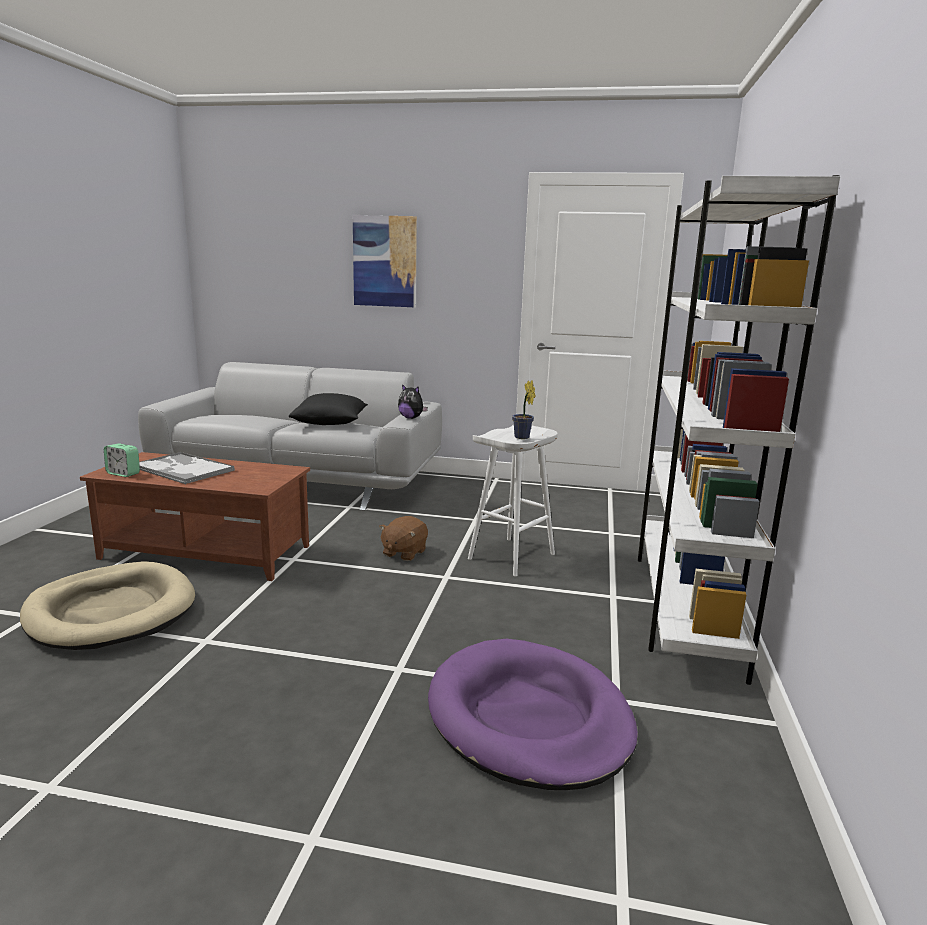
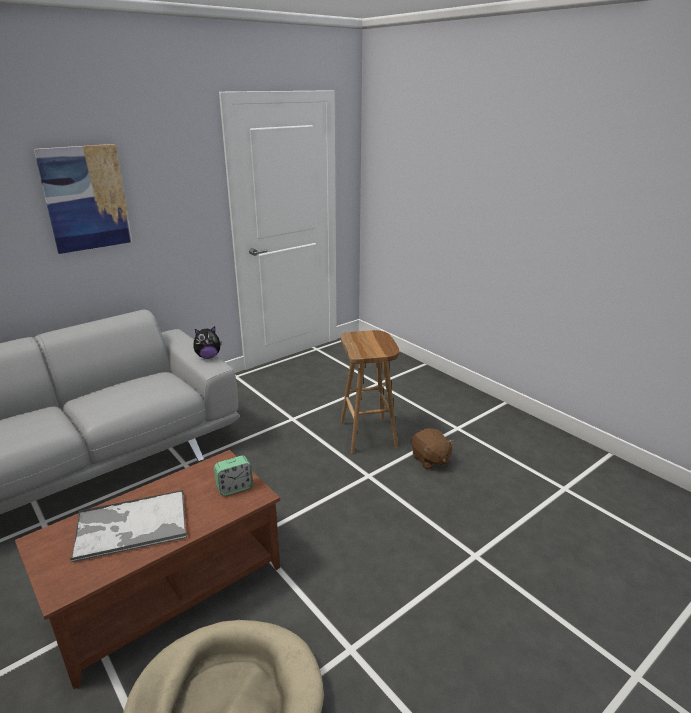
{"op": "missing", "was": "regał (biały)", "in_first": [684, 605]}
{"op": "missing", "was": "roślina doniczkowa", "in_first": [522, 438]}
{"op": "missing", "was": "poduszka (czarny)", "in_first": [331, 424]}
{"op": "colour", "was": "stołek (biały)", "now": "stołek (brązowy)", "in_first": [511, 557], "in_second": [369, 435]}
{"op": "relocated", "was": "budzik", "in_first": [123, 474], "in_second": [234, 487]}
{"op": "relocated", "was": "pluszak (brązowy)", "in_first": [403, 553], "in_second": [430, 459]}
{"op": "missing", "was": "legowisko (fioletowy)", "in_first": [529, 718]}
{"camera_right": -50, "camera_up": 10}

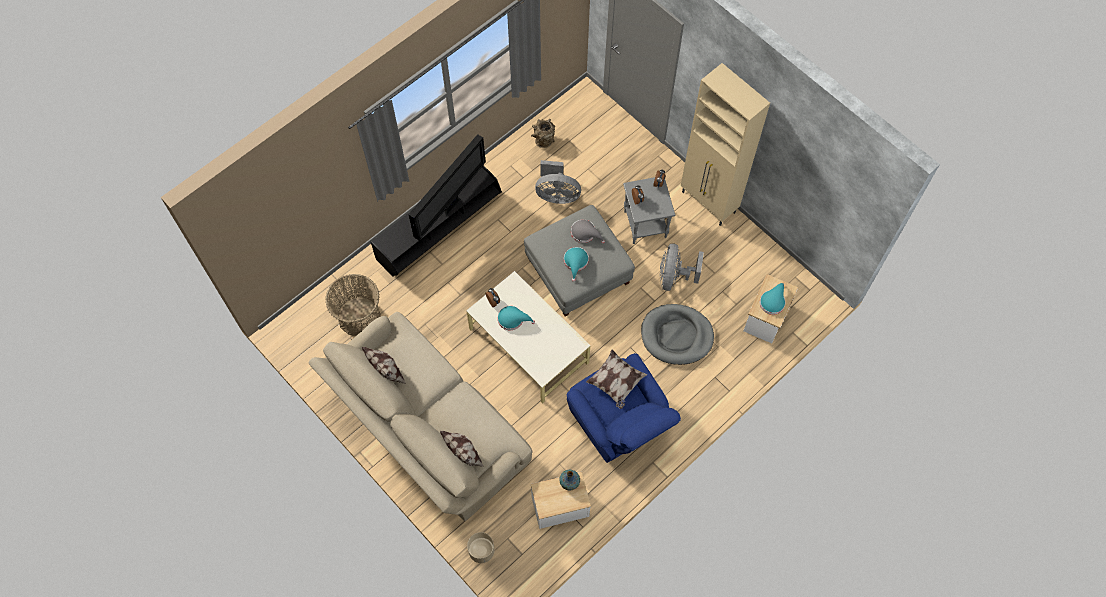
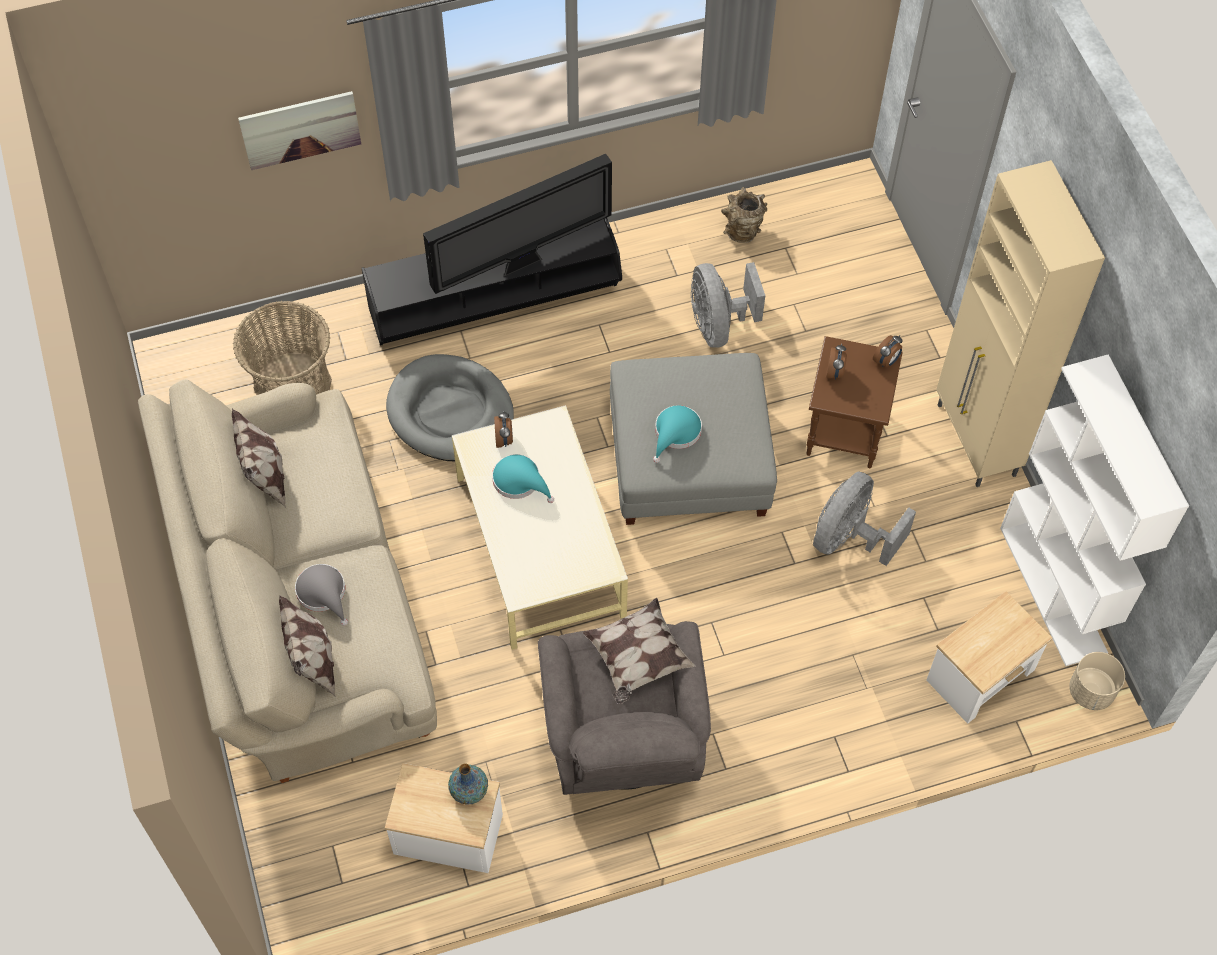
{"op": "spun", "was": "wentylator (szary)", "in_first": [557, 195], "in_second": [718, 325], "clockwise": 45}
{"op": "colour", "was": "stolik (szary)", "now": "stolik (brązowy)", "in_first": [644, 224], "in_second": [843, 430]}
{"op": "relocated", "was": "kapelusz (szary)", "in_first": [585, 233], "in_second": [323, 593]}
{"op": "missing", "was": "kapelusz (turkusowy)", "in_first": [772, 301]}
{"op": "relocated", "was": "legowisko (szary)", "in_first": [676, 336], "in_second": [450, 412]}
{"op": "colour", "was": "fotel (niebieski)", "now": "fotel (szary)", "in_first": [620, 424], "in_second": [624, 743]}
{"op": "relocated", "was": "donica (beżowy)", "in_first": [481, 551], "in_second": [1090, 691]}
{"op": "appeared", "now": "obraz", "in_second": [300, 129]}
{"op": "appeared", "now": "regał (biały)", "in_second": [1054, 590]}
{"camera_right": 25, "camera_up": -5}

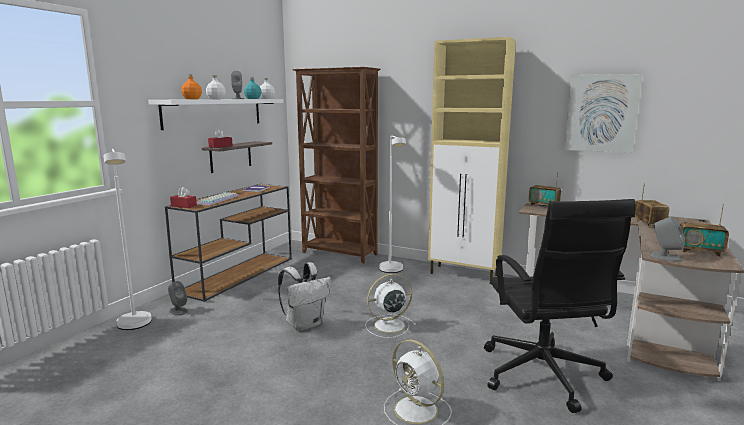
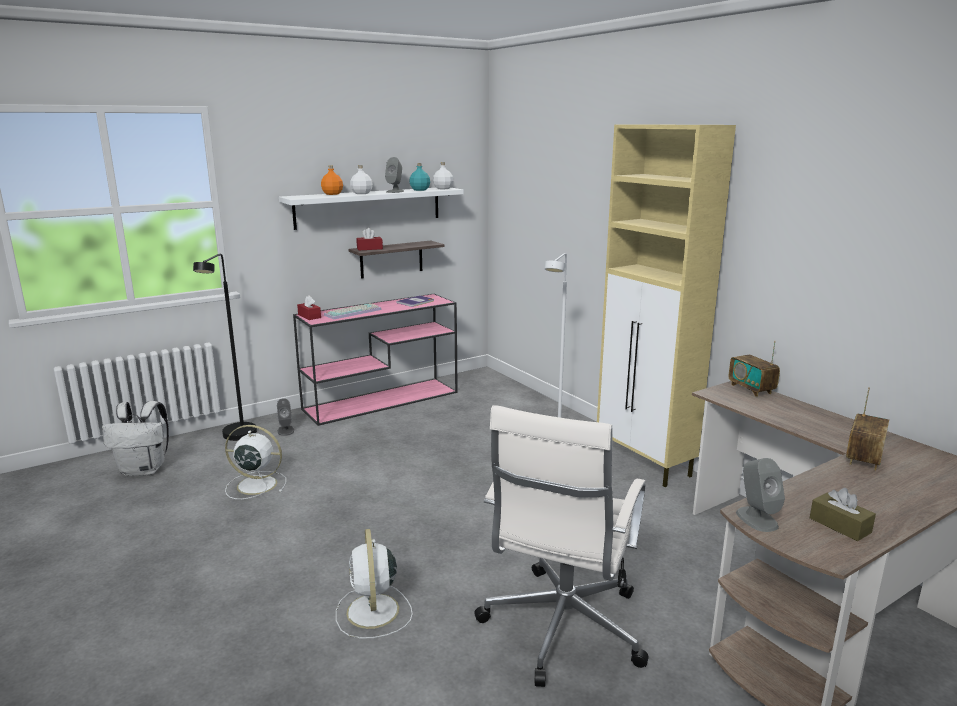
{"op": "missing", "was": "regał (brązowy)", "in_first": [339, 254]}
{"op": "missing", "was": "obraz", "in_first": [601, 113]}
{"op": "colour", "was": "lampa stojąca (biały)", "now": "lampa stojąca (czarny)", "in_first": [135, 326], "in_second": [236, 437]}
{"op": "colour", "was": "stolik konsolowy (brązowy)", "now": "stolik konsolowy (różowy)", "in_first": [239, 274], "in_second": [383, 400]}
{"op": "colour", "was": "krzesło biurowe (czarny)", "now": "krzesło biurowe (biały)", "in_first": [542, 376], "in_second": [561, 629]}
{"op": "exchanged", "was": "radio", "now": "pudełko chusteczek (brązowy)", "in_first": [699, 251], "in_second": [840, 525]}
{"op": "relocated", "was": "plecak (biały)", "in_first": [305, 324], "in_second": [144, 470]}
{"op": "relocated", "was": "wentylator (biały)", "in_first": [388, 326], "in_second": [255, 485]}
{"camera_right": 30, "camera_up": 5}

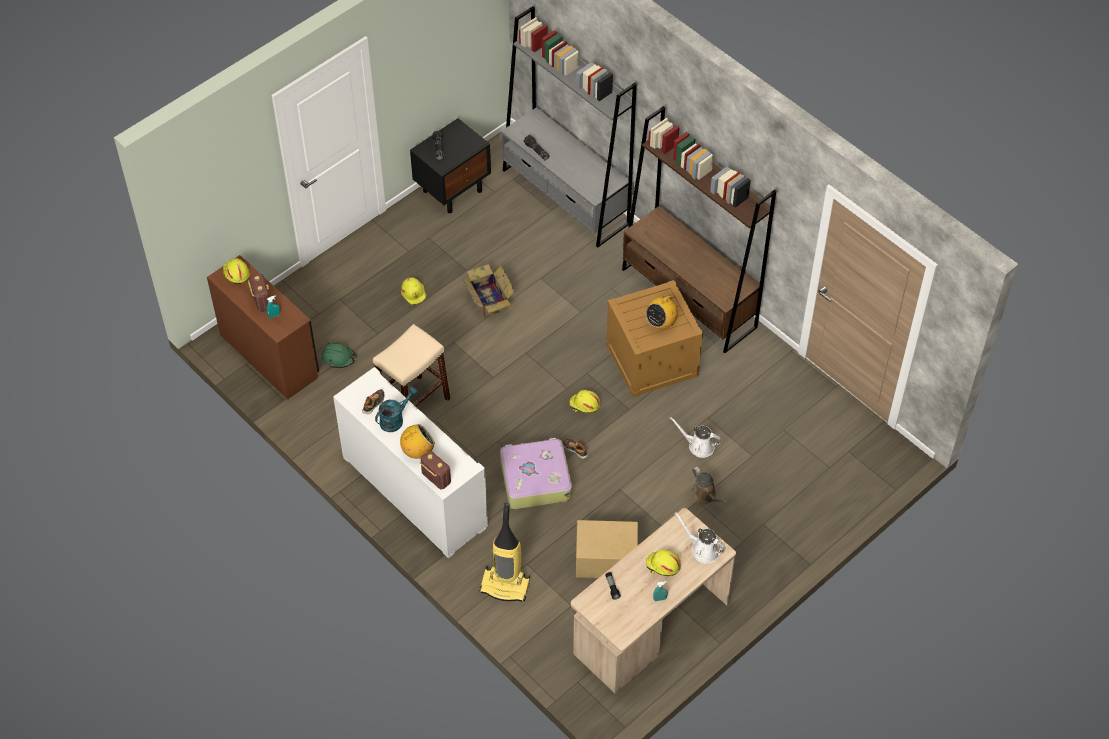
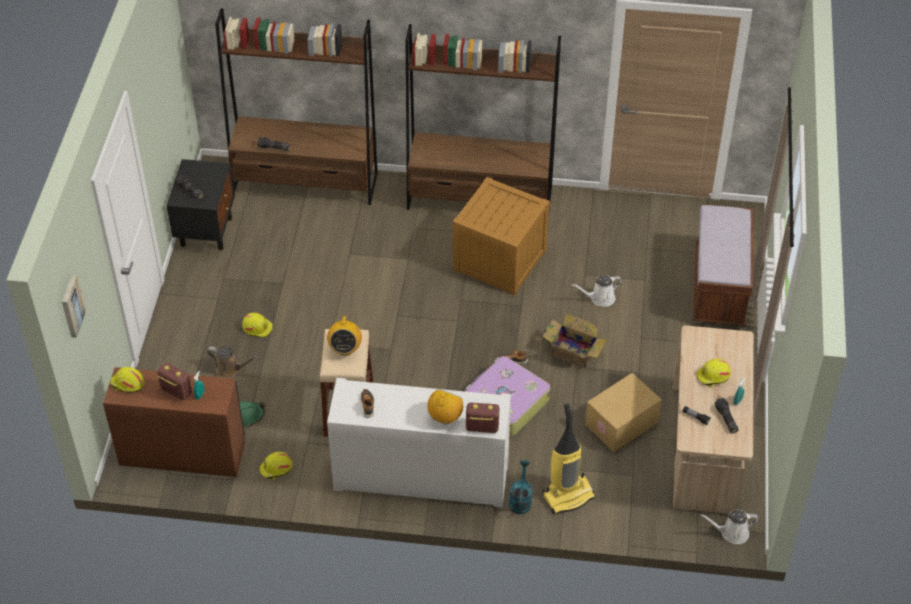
{"op": "colour", "was": "regał (szary)", "now": "regał (brązowy)", "in_first": [565, 197], "in_second": [305, 183]}
{"op": "relocated", "was": "karton", "in_first": [489, 298], "in_second": [571, 350]}
{"op": "relocated", "was": "radio", "in_first": [661, 323], "in_second": [345, 349]}
{"op": "relocated", "was": "konewka (turkusowy)", "in_first": [395, 419], "in_second": [520, 499]}
{"op": "relocated", "was": "kask (żółty)", "in_first": [584, 405], "in_second": [276, 469]}
{"op": "relocated", "was": "konewka (brązowy)", "in_first": [705, 495], "in_second": [230, 369]}
{"op": "relocated", "was": "konewka (biały)", "in_first": [702, 549], "in_second": [731, 533]}
{"op": "appeared", "now": "ławka (brązowy)", "in_second": [719, 288]}
{"op": "appeared", "now": "obraz", "in_second": [71, 306]}
{"op": "appeared", "now": "latarka", "in_second": [725, 419]}
{"camera_right": -40, "camera_up": -5}

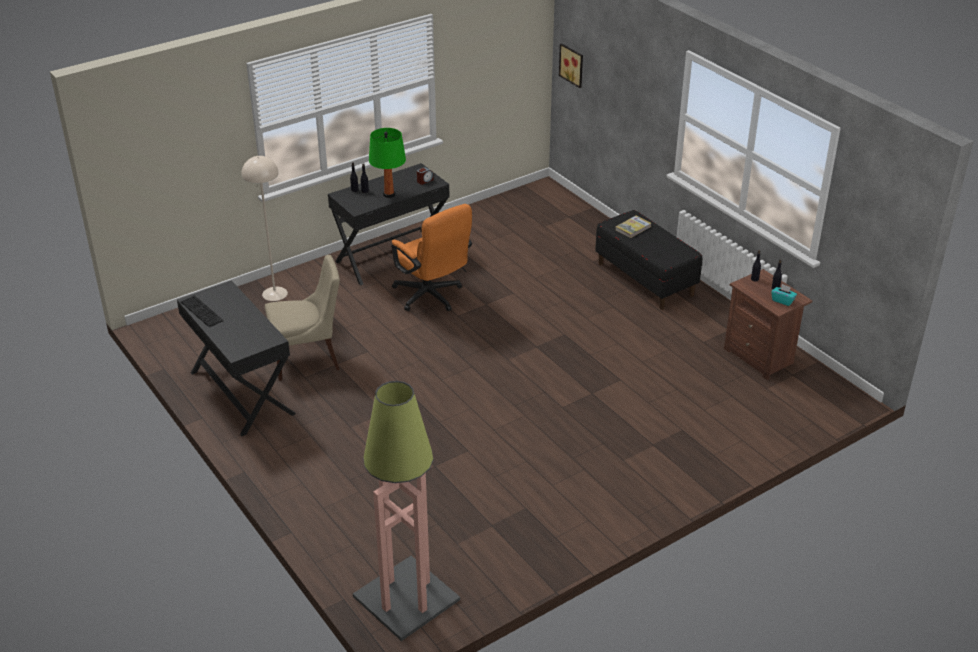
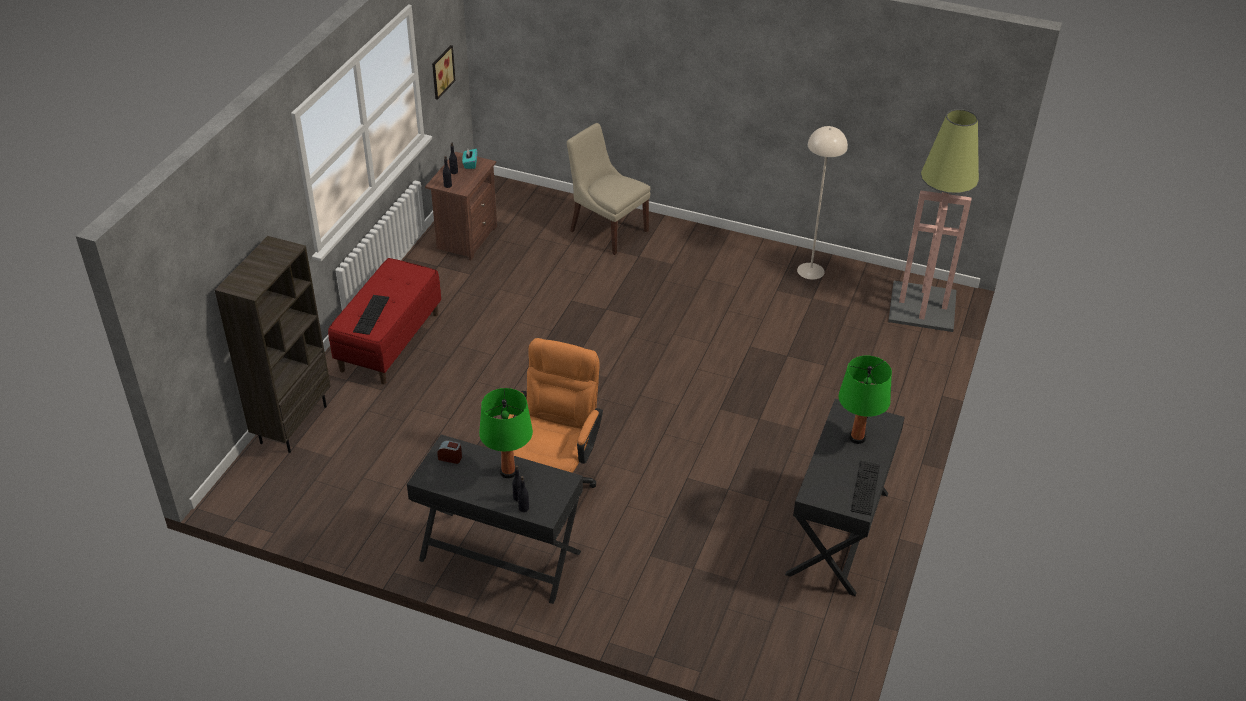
{"op": "relocated", "was": "obraz", "in_first": [572, 65], "in_second": [441, 71]}
{"op": "relocated", "was": "lampa stojąca (beżowy)", "in_first": [274, 293], "in_second": [810, 271]}
{"op": "colour", "was": "ławka (czarny)", "now": "ławka (czerwony)", "in_first": [645, 279], "in_second": [389, 341]}
{"op": "exchanged", "was": "książka", "now": "klawiatura", "in_first": [633, 228], "in_second": [371, 314]}
{"op": "relocated", "was": "krzesło (beżowy)", "in_first": [308, 358], "in_second": [607, 230]}
{"op": "appeared", "now": "regał (brązowy)", "in_second": [293, 424]}
{"op": "appeared", "now": "lampa stołowa (zielony)", "in_second": [857, 437]}
{"camera_right": -125, "camera_up": 5}

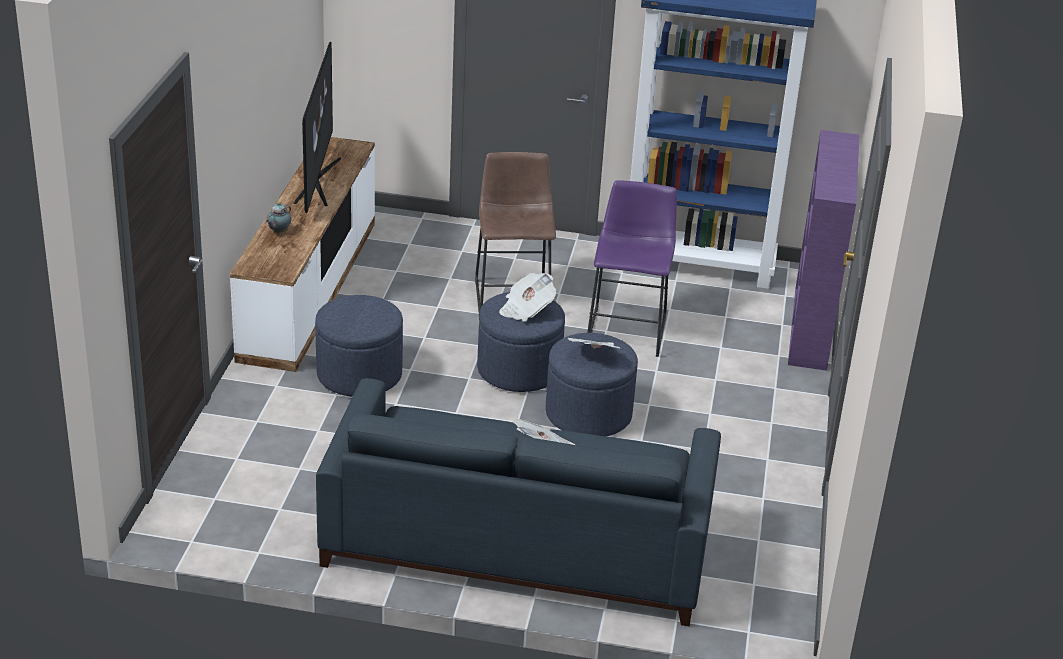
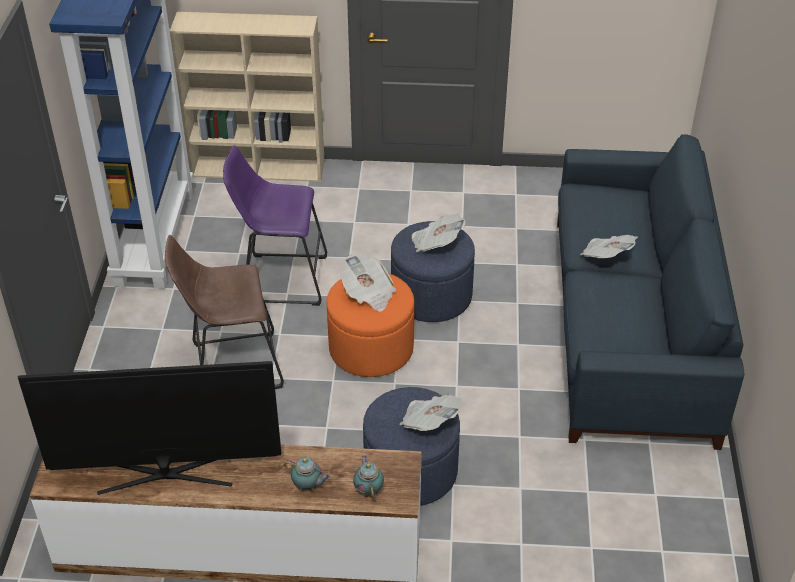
{"op": "colour", "was": "regał (fioletowy)", "now": "regał (beżowy)", "in_first": [810, 329], "in_second": [259, 168]}
{"op": "colour", "was": "pufa (niebieski)", "now": "pufa (pomarańczowy)", "in_first": [519, 370], "in_second": [371, 348]}
{"op": "appeared", "now": "gazeta", "in_second": [429, 422]}
{"op": "appeared", "now": "imbryk", "in_second": [368, 490]}
{"camera_right": -95, "camera_up": 10}

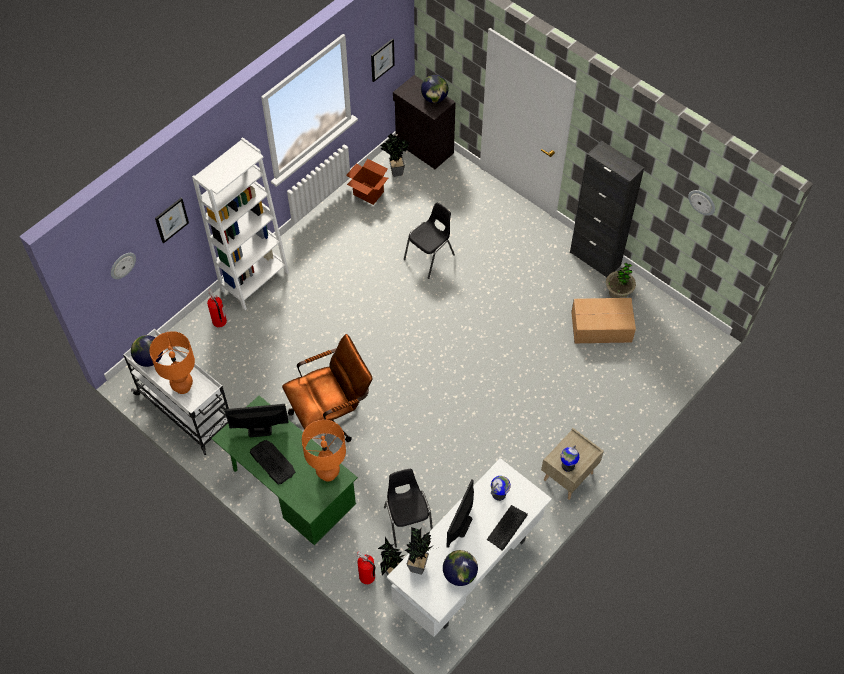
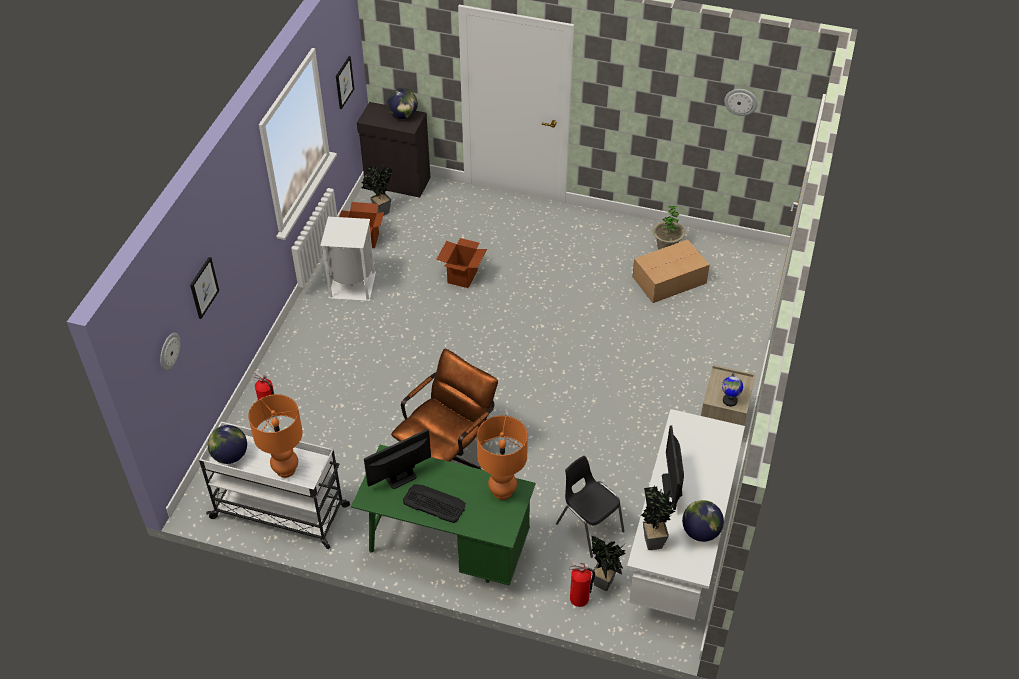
{"op": "missing", "was": "regał (biały)", "in_first": [254, 281]}
{"op": "missing", "was": "szafka (czarny)", "in_first": [595, 259]}
{"op": "exchanged", "was": "krzesło (czarny)", "now": "karton", "in_first": [430, 257], "in_second": [462, 276]}
{"op": "missing", "was": "globus", "in_first": [499, 494]}
{"op": "missing", "was": "klawiatura", "in_first": [507, 527]}
{"op": "appeared", "now": "kosz na śmieci (biały)", "in_second": [351, 284]}
{"camera_right": -25, "camera_up": -10}

